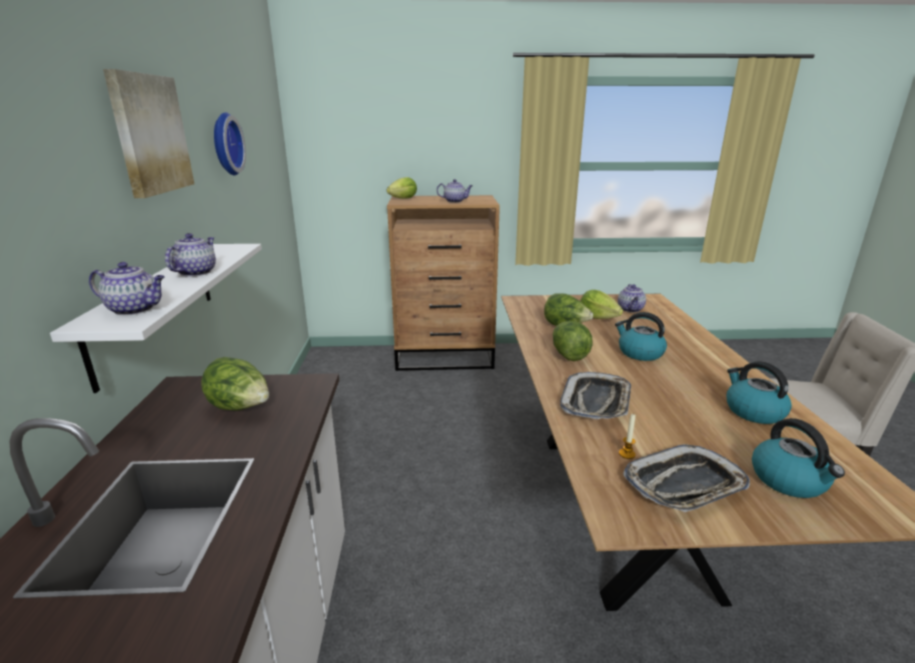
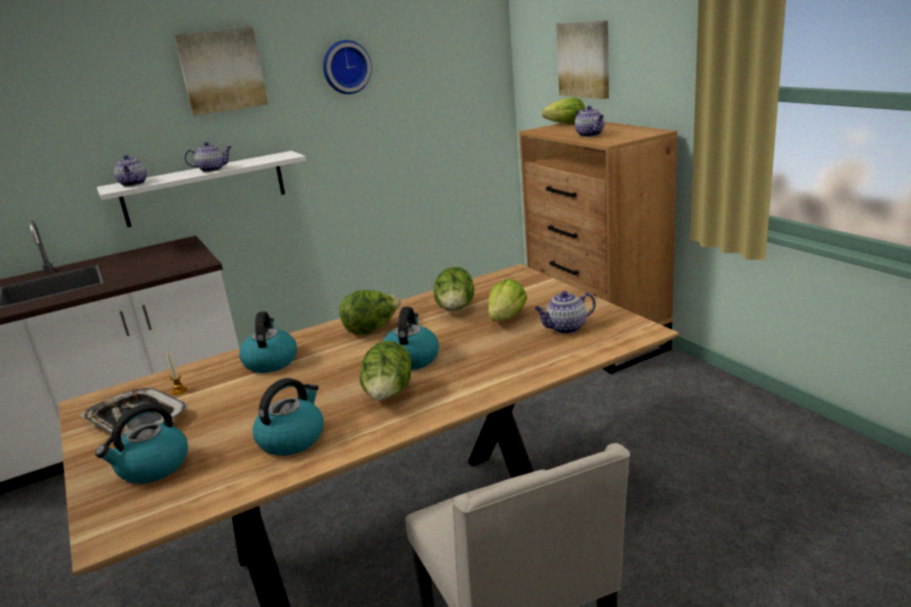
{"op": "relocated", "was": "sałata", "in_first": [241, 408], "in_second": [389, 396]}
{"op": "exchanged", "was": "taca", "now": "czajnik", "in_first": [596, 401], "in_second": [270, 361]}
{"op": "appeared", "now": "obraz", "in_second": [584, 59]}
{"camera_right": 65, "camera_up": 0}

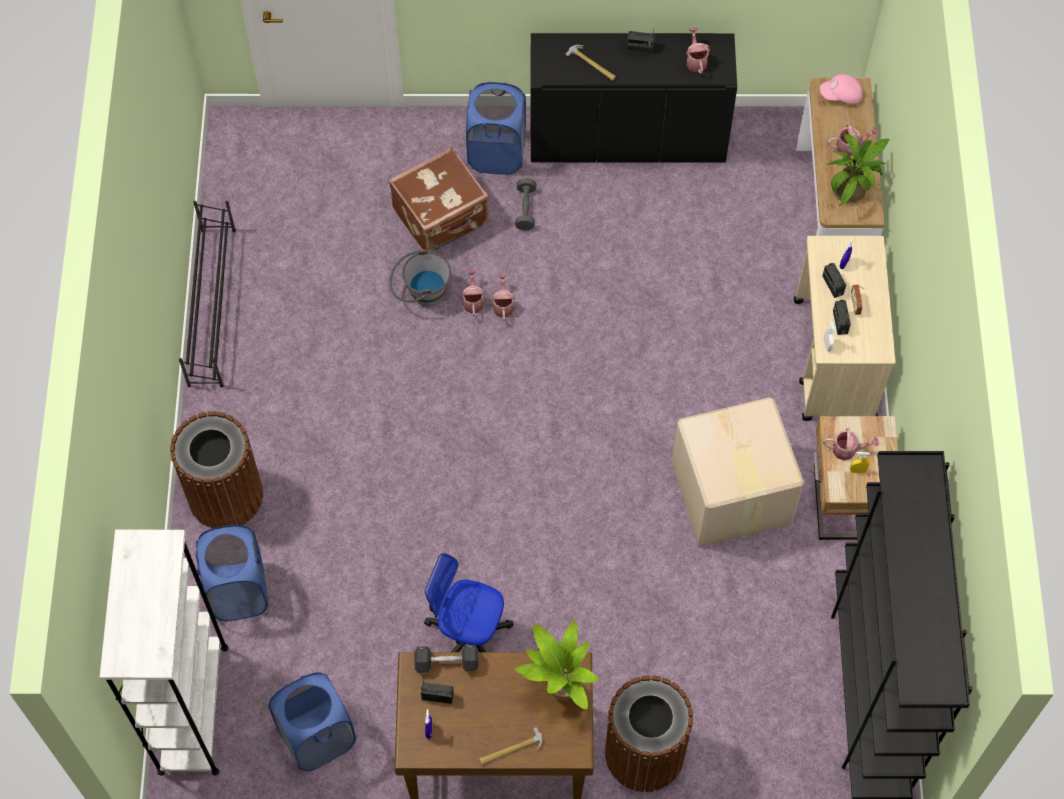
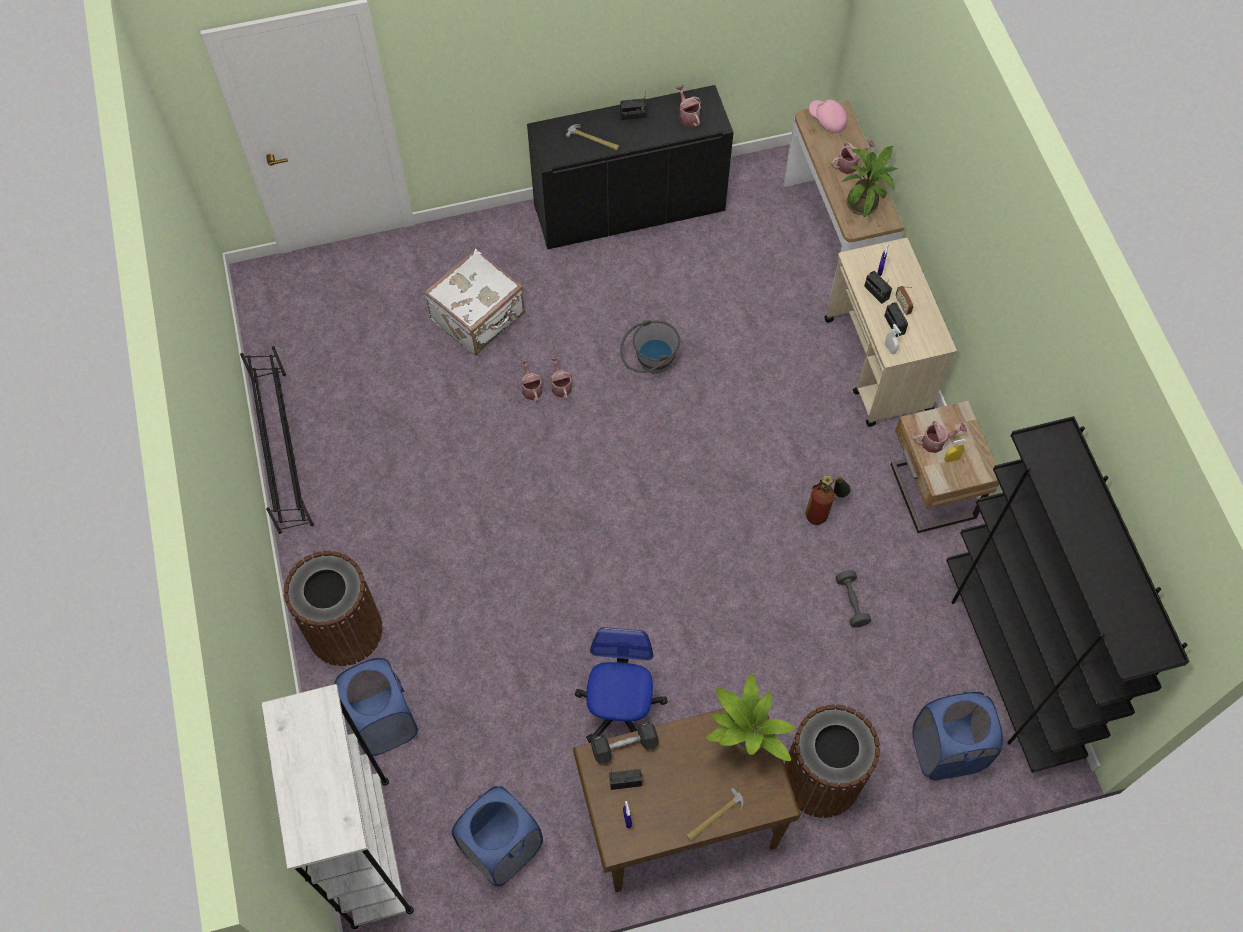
{"op": "spun", "was": "czapka z daszkiem (różowy)", "in_first": [841, 95], "in_second": [827, 121], "clockwise": 60}
{"op": "relocated", "was": "kosz na pranie (niebieski)", "in_first": [497, 153], "in_second": [946, 750]}
{"op": "colour", "was": "walizka (brązowy)", "now": "walizka (biały)", "in_first": [442, 217], "in_second": [479, 318]}
{"op": "relocated", "was": "hantel (szary)", "in_first": [525, 209], "in_second": [851, 602]}
{"op": "relocated", "was": "wiadro (szary)", "in_first": [421, 294], "in_second": [649, 363]}
{"op": "exchanged", "was": "karton", "now": "gaśnica", "in_first": [730, 494], "in_second": [823, 511]}
{"op": "spun", "was": "krzesło biurowe", "in_first": [468, 636], "in_second": [620, 708], "clockwise": 90}
{"camera_right": -15, "camera_up": 0}

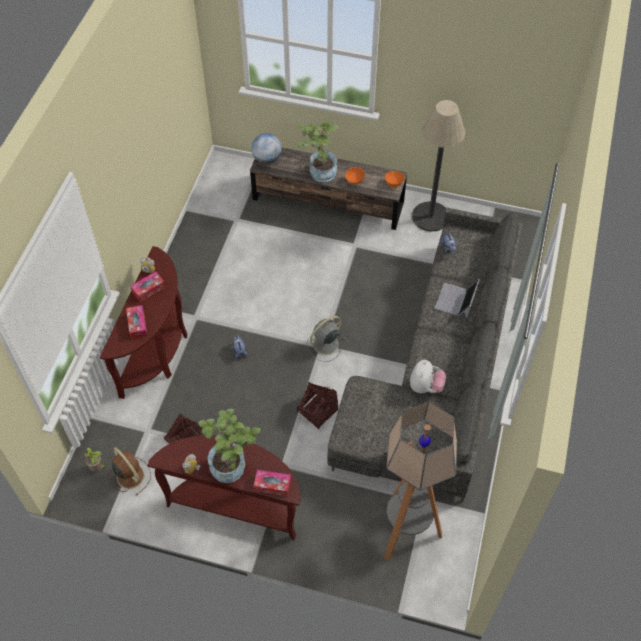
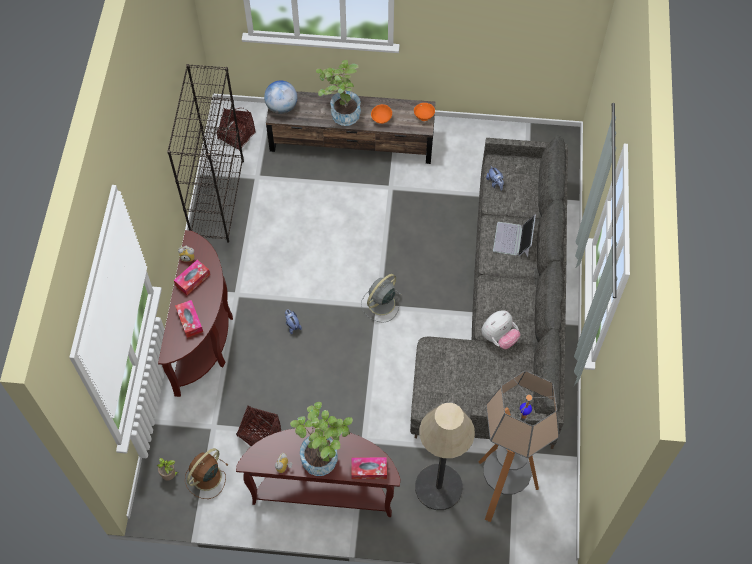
{"op": "relocated", "was": "lampa stojąca", "in_first": [430, 217], "in_second": [439, 487]}
{"op": "spun", "was": "pluszak", "in_first": [425, 386], "in_second": [499, 337], "clockwise": 45}
{"op": "relocated", "was": "koszyk", "in_first": [317, 411], "in_second": [236, 136]}
{"op": "spun", "was": "wentylator (brązowy)", "in_first": [129, 475], "in_second": [206, 477], "clockwise": -90}
{"op": "appeared", "now": "regał (czarny)", "in_second": [217, 198]}
{"camera_right": -10, "camera_up": 5}

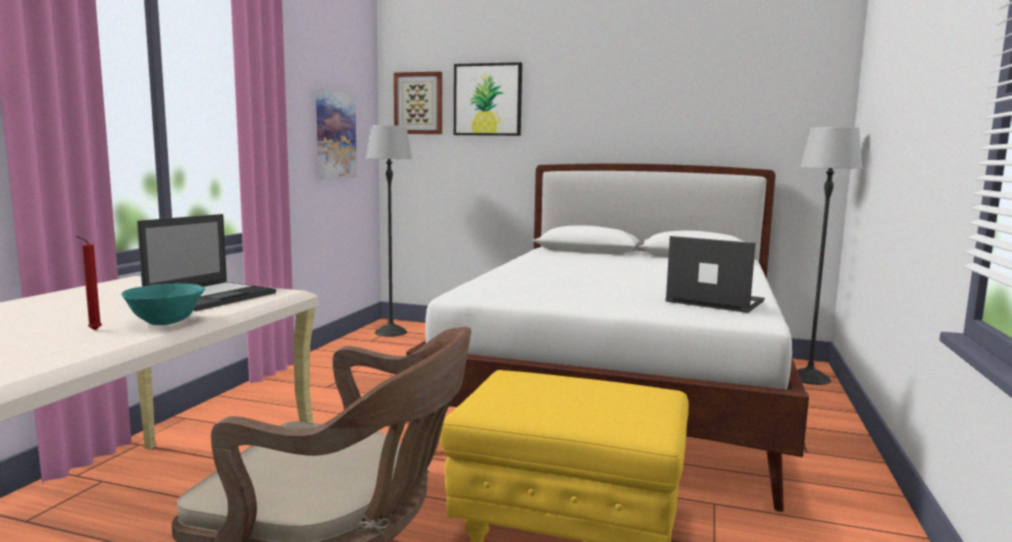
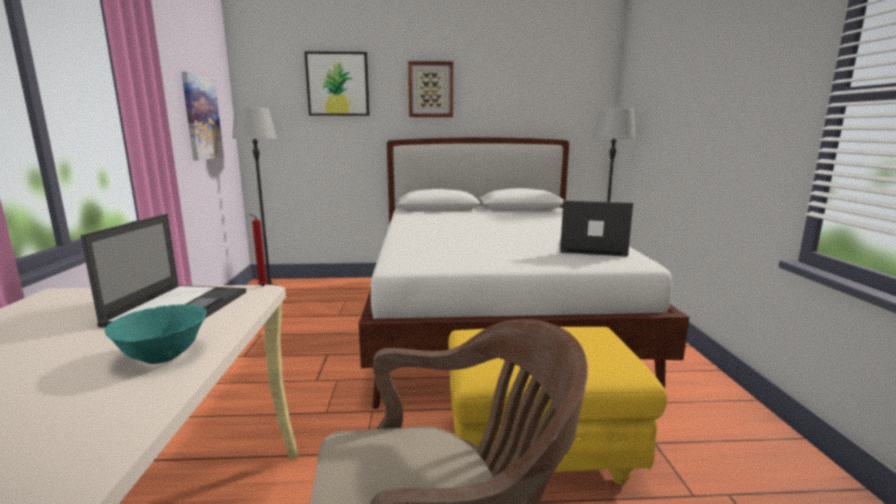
{"op": "relocated", "was": "obraz", "in_first": [418, 103], "in_second": [430, 89]}
{"op": "relocated", "was": "świeca (czerwony)", "in_first": [92, 330], "in_second": [261, 286]}
{"camera_right": -20, "camera_up": 5}

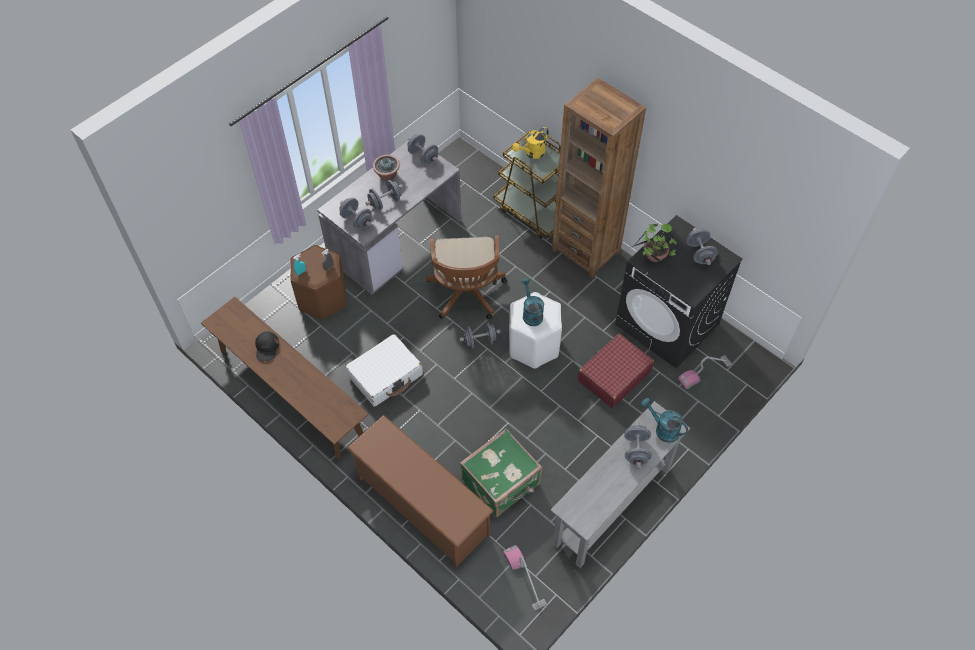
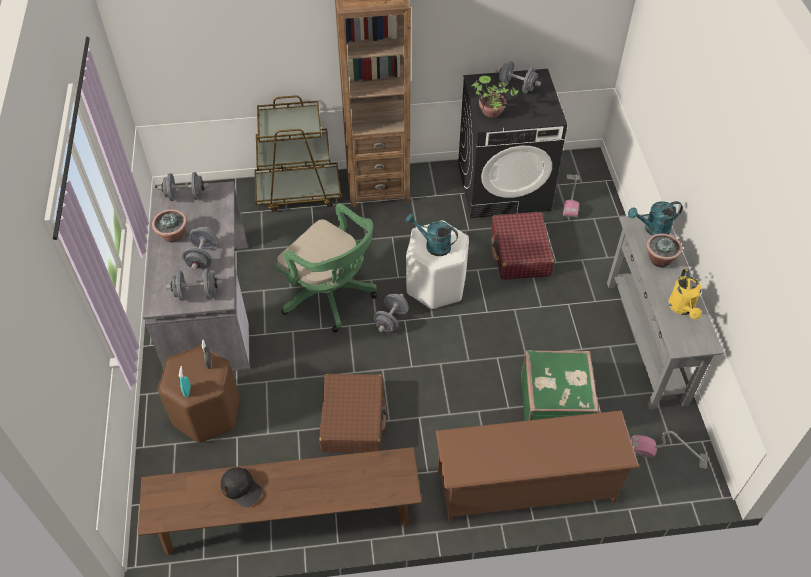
{"op": "relocated", "was": "konewka (żółty)", "in_first": [532, 153], "in_second": [682, 308]}
{"op": "colour", "was": "krzesło biurowe (brązowy)", "now": "krzesło biurowe (zielony)", "in_first": [466, 295], "in_second": [331, 296]}
{"op": "colour", "was": "walizka (biały)", "now": "walizka (brązowy)", "in_first": [385, 375], "in_second": [353, 419]}
{"op": "exchanged", "was": "hantel (szary)", "now": "roślina doniczkowa", "in_first": [636, 450], "in_second": [659, 260]}
{"camera_right": -50, "camera_up": -5}

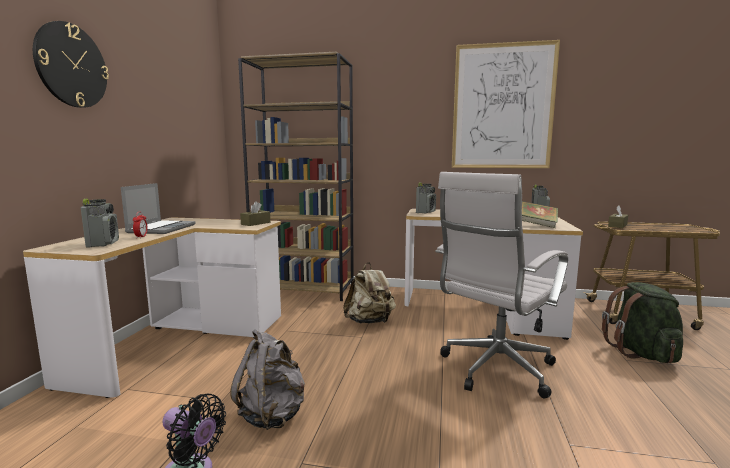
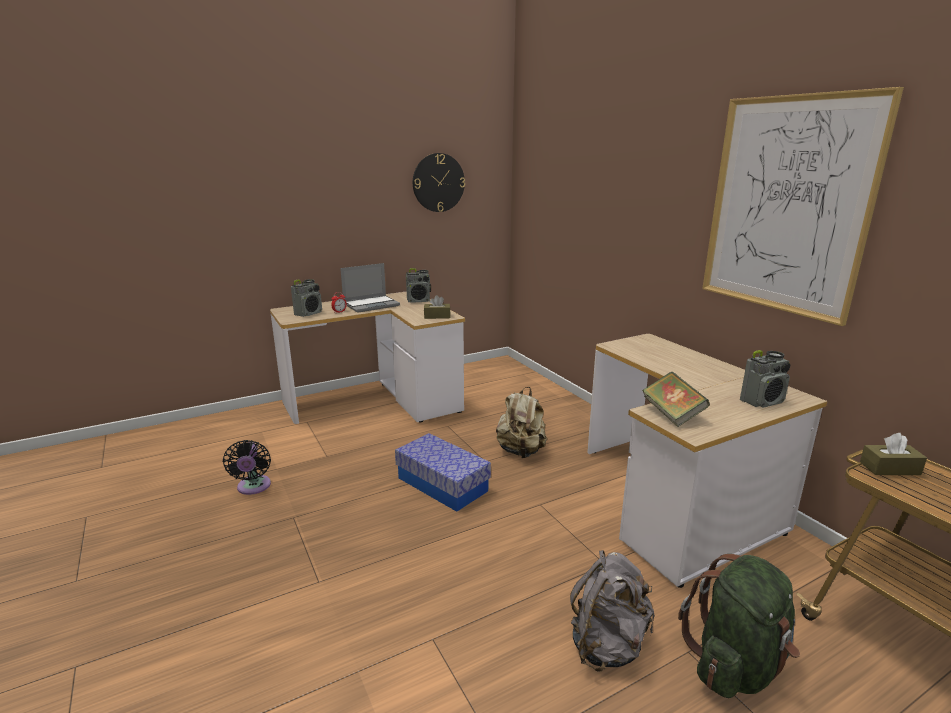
{"op": "relocated", "was": "zegar ścienny", "in_first": [71, 65], "in_second": [438, 182]}
{"op": "missing", "was": "regał (brązowy)", "in_first": [304, 290]}
{"op": "missing", "was": "krzesło biurowe (biały)", "in_first": [494, 370]}
{"op": "relocated", "was": "radio", "in_first": [426, 212], "in_second": [419, 301]}
{"op": "relocated", "was": "plecak (szary)", "in_first": [272, 414], "in_second": [607, 645]}
{"op": "appeared", "now": "pojemnik do przechowywania", "in_second": [442, 484]}
{"camera_right": 50, "camera_up": 10}

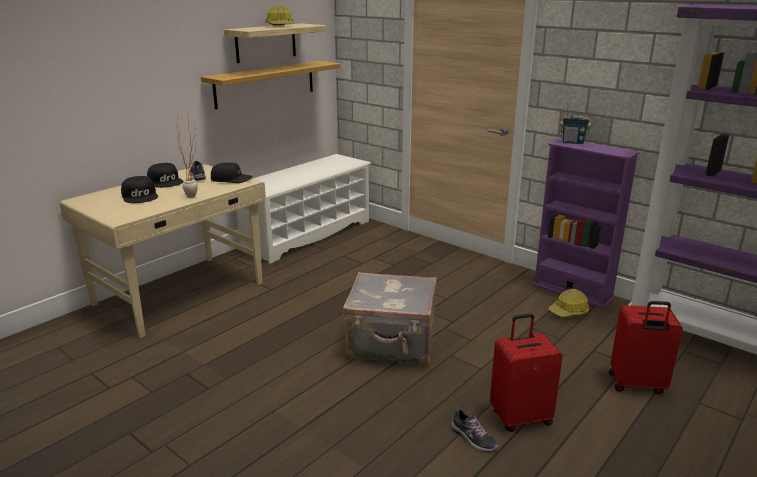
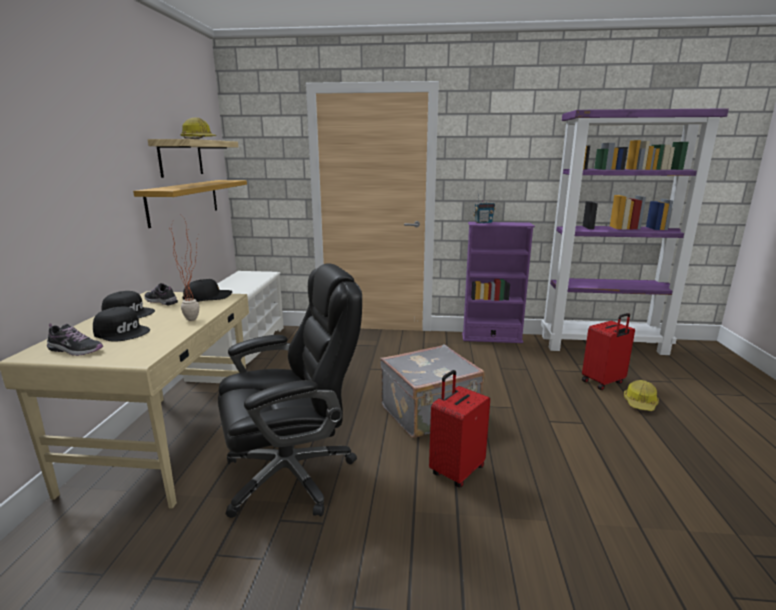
{"op": "relocated", "was": "kask", "in_first": [569, 311], "in_second": [640, 403]}
{"op": "relocated", "was": "walizka (czerwony)", "in_first": [520, 417], "in_second": [456, 470]}
{"op": "relocated", "was": "but", "in_first": [473, 438], "in_second": [75, 350]}
{"op": "appeared", "now": "krzesło biurowe (czarny)", "in_second": [292, 474]}
{"camera_right": -35, "camera_up": -5}

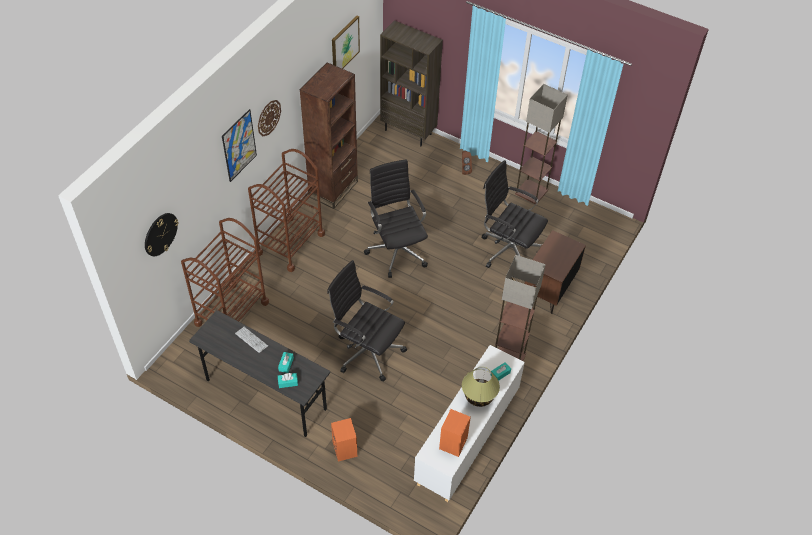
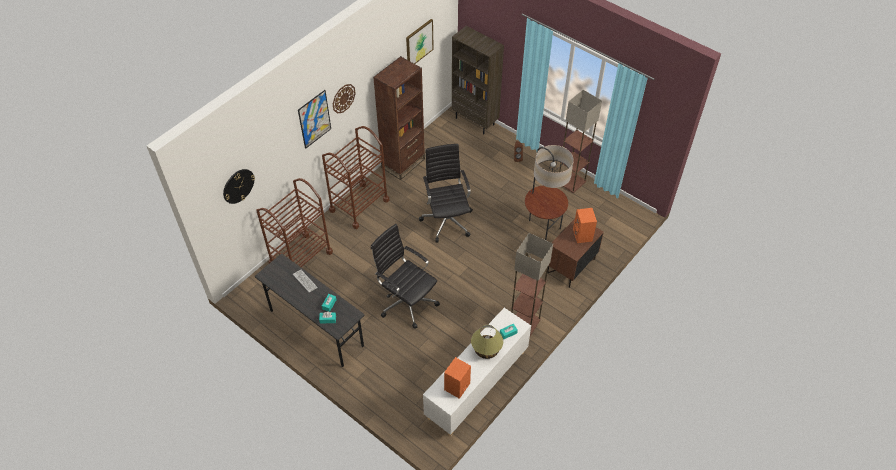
{"op": "exchanged", "was": "krzesło biurowe (czarny)", "now": "lampa stojąca", "in_first": [509, 249], "in_second": [542, 229]}
{"op": "relocated", "was": "głośnik (pomarańczowy)", "in_first": [345, 449], "in_second": [583, 235]}
{"camera_right": 10, "camera_up": 0}

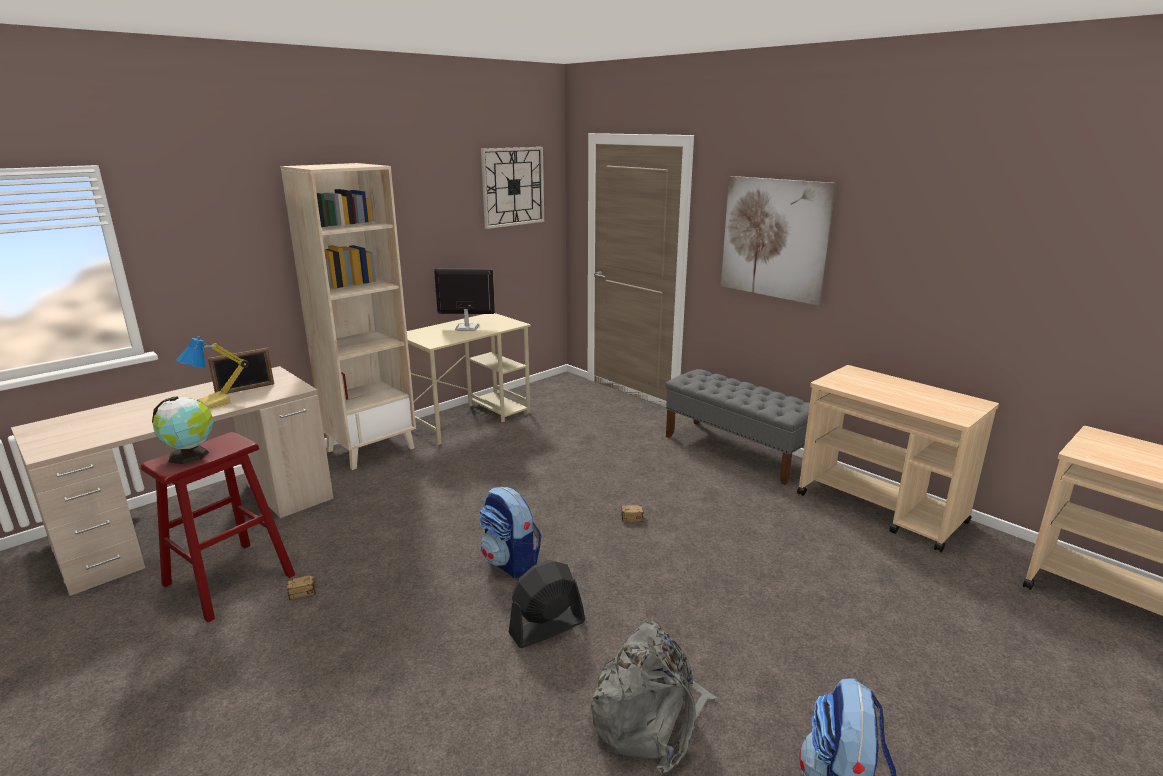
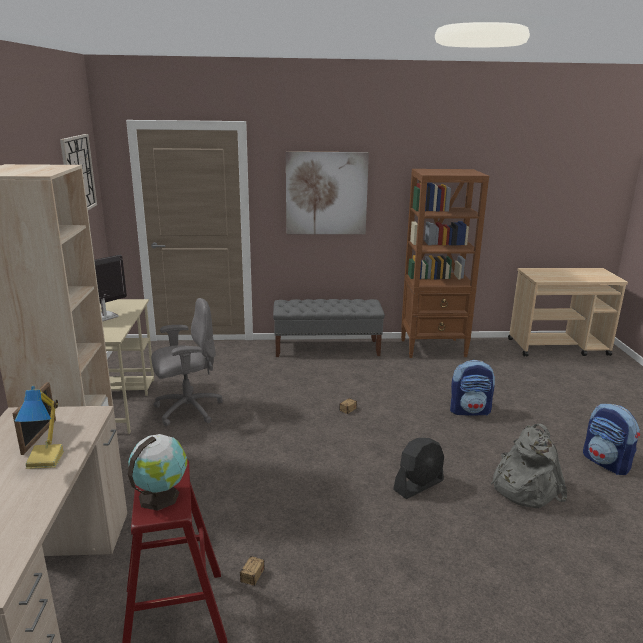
{"op": "exchanged", "was": "wózek (beżowy)", "now": "regał (brązowy)", "in_first": [881, 509], "in_second": [434, 348]}
{"op": "relocated", "was": "plecak", "in_first": [511, 563], "in_second": [470, 411]}
{"op": "spun", "was": "wentylator (czarny)", "in_first": [547, 627], "in_second": [419, 485], "clockwise": -135}
{"op": "appeared", "now": "krzesło biurowe (szary)", "in_second": [187, 410]}
{"camera_right": -50, "camera_up": 0}

